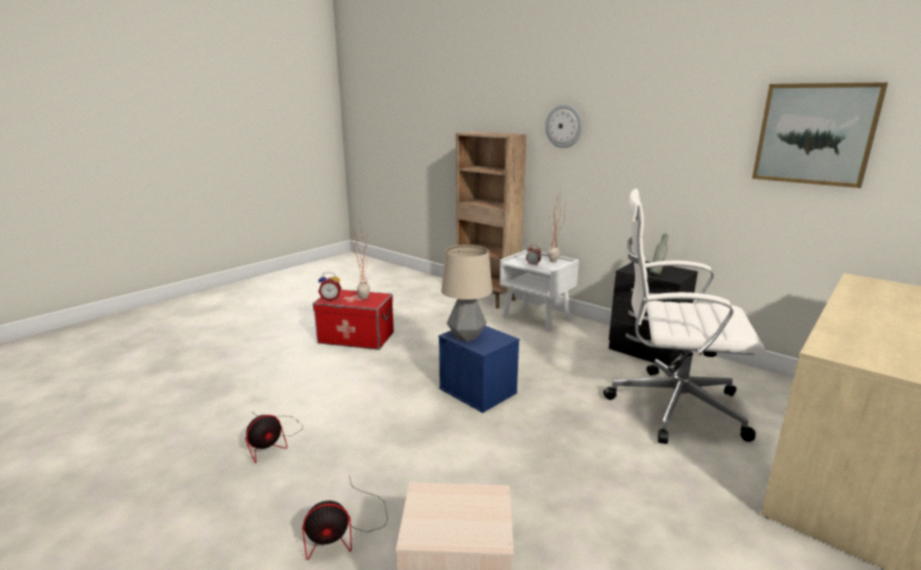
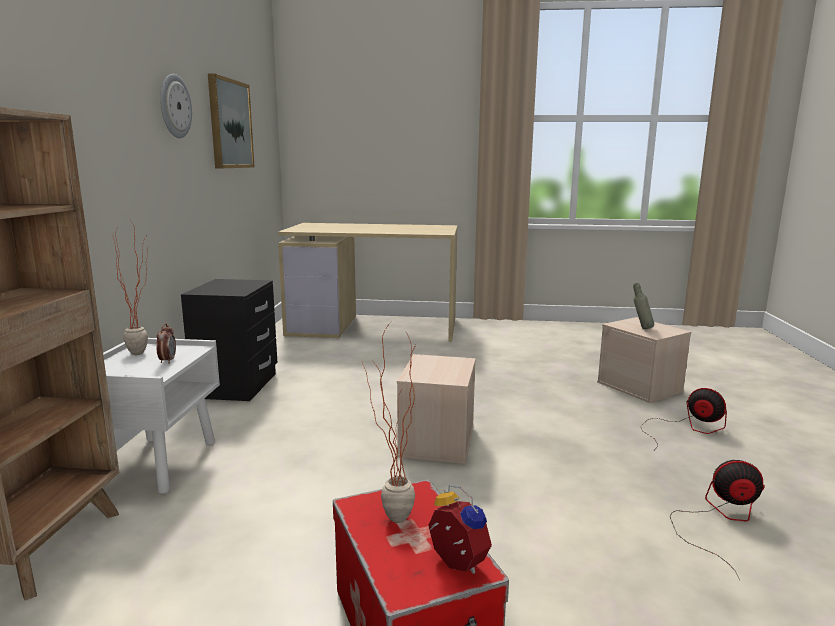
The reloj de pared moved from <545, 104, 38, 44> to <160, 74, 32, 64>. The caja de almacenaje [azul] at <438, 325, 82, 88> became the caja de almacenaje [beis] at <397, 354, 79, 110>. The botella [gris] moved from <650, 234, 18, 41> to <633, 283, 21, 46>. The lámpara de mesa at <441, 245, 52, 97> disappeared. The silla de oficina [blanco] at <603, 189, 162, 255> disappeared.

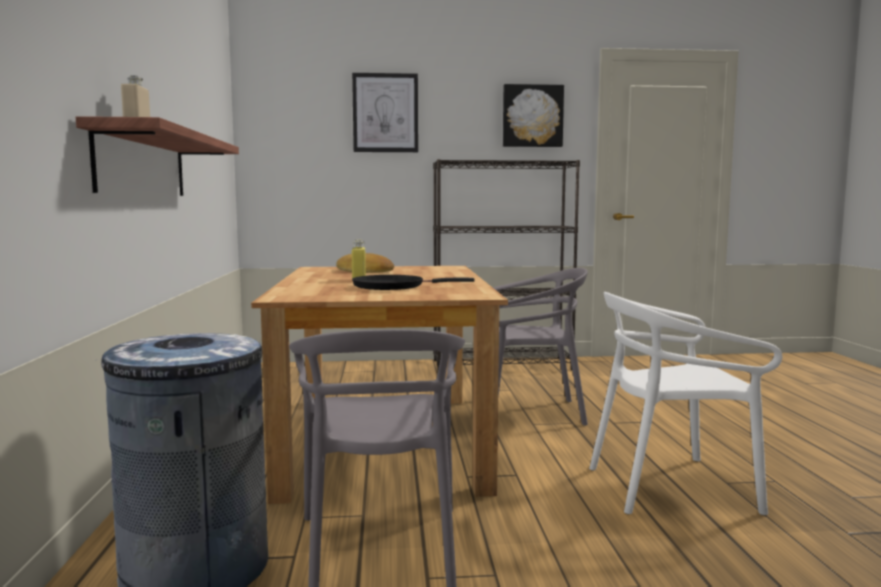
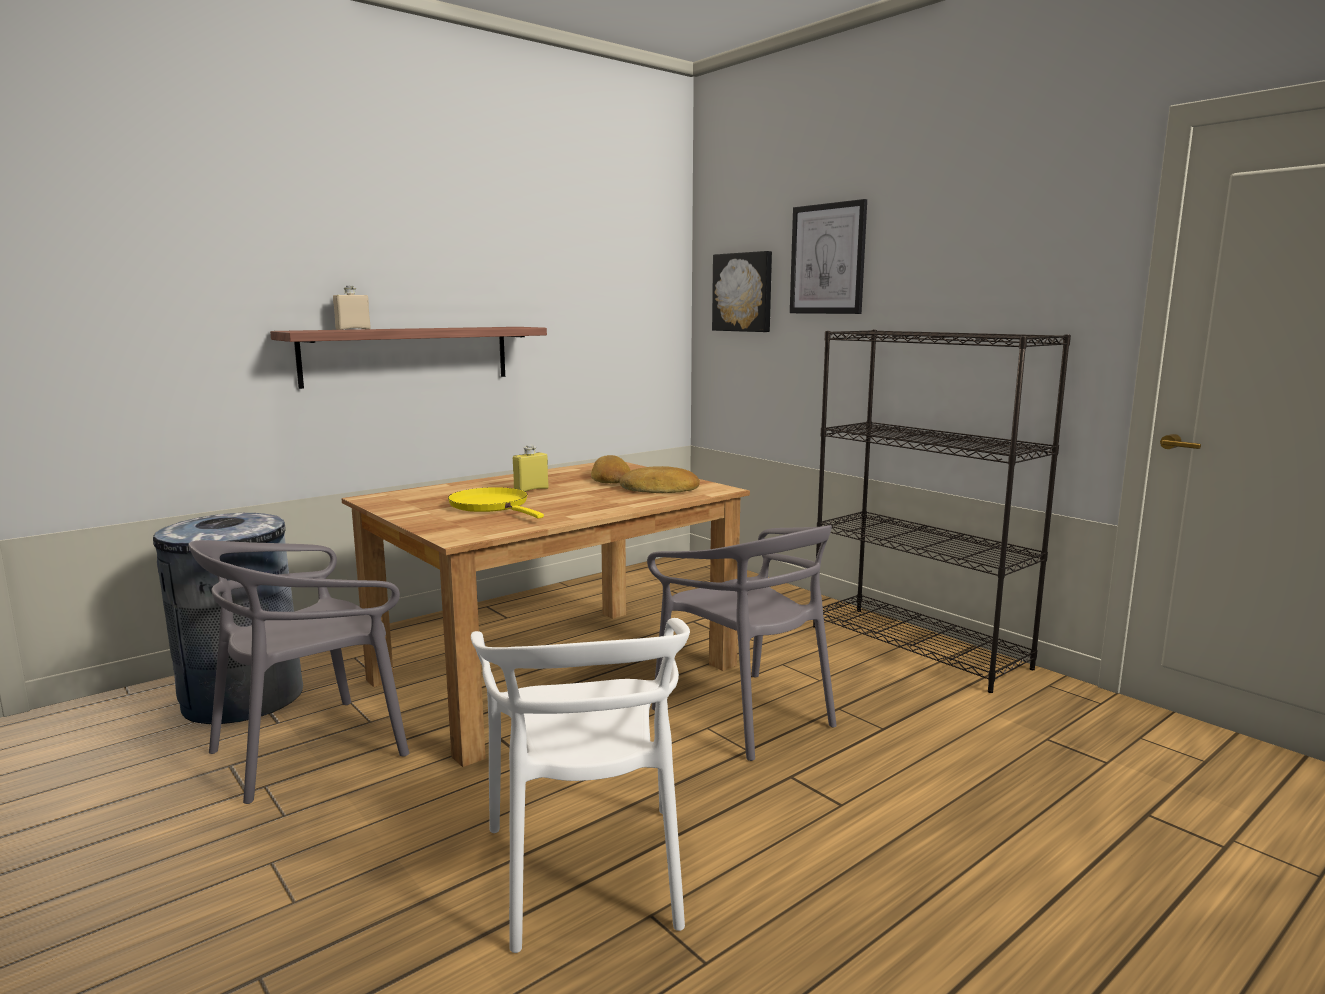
The sartén [negro] at <352, 275, 123, 15> became the sartén [amarillo] at <448, 487, 96, 31>. The silla [blanco] at <589, 292, 193, 223> turned 150 degrees counterclockwise. The pan at <619, 466, 81, 27> appeared. The cuadro moved from <503, 84, 61, 63> to <712, 251, 60, 81>.

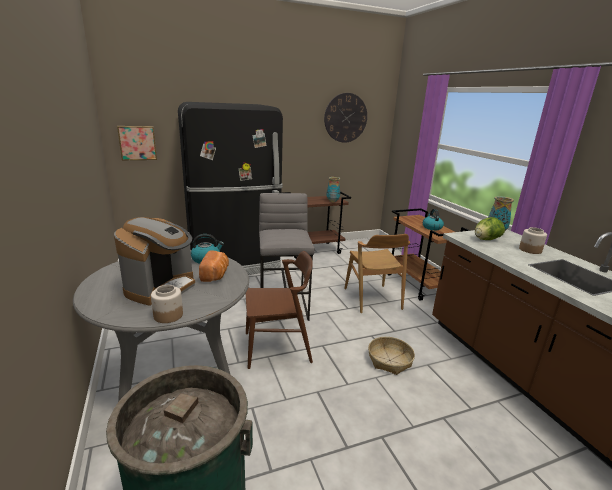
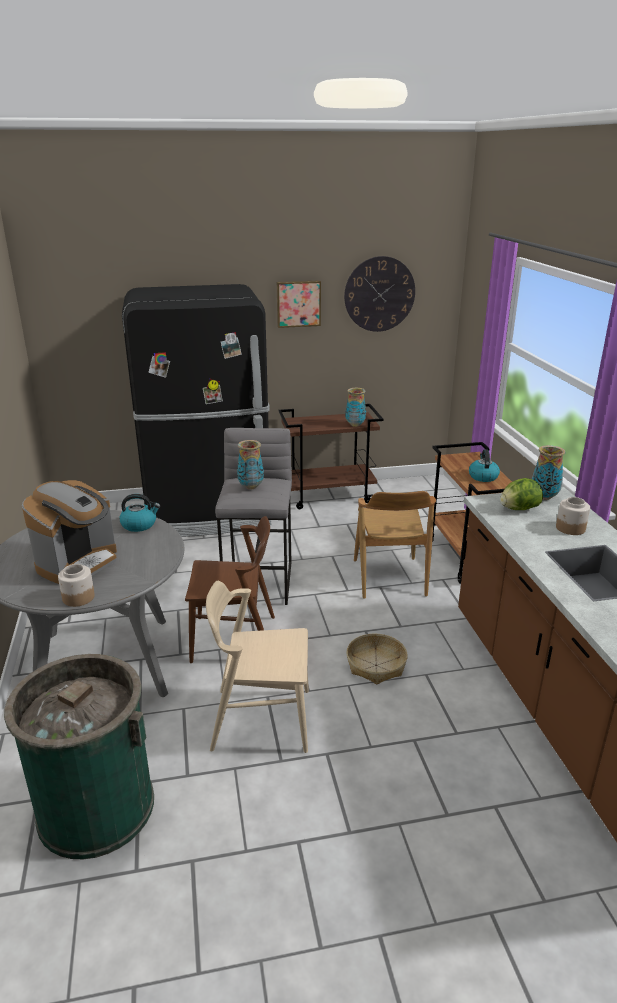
The silla [beis] at <206, 581, 103, 172> appeared. The florero at <237, 440, 27, 49> appeared. The cuadro moved from <117, 126, 40, 34> to <277, 280, 44, 48>. The pan at <199, 250, 30, 32> disappeared.

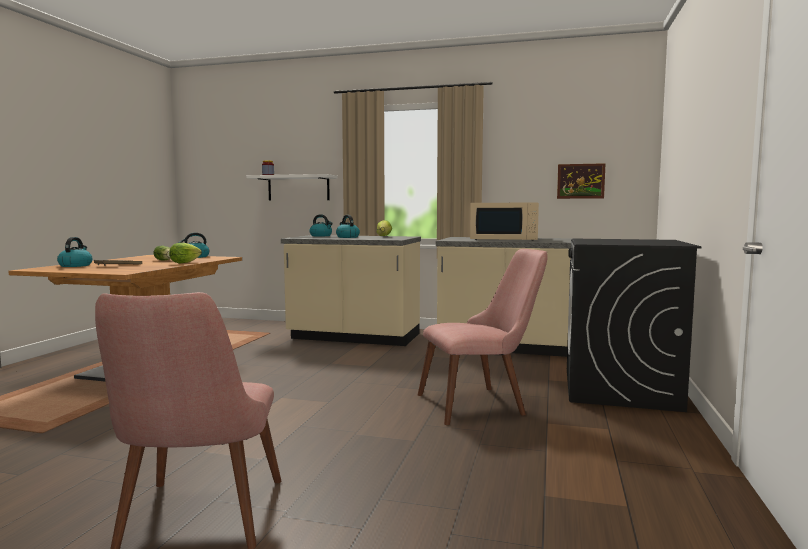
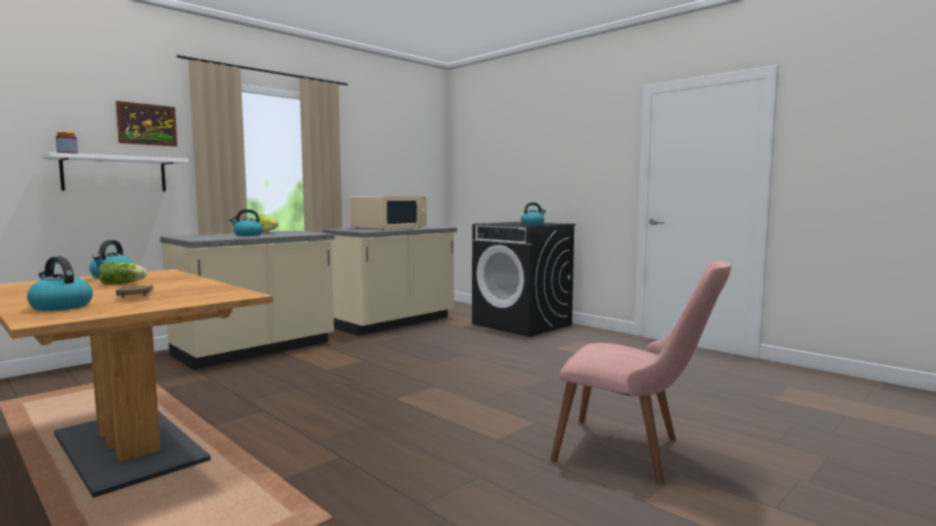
The cuadro moved from <557, 163, 49, 36> to <116, 101, 61, 46>. The hervidor moved from <309, 214, 24, 22> to <521, 202, 25, 23>. The lechuga at <169, 243, 33, 20> disappeared. The silla [rosa] at <418, 249, 130, 176> disappeared.

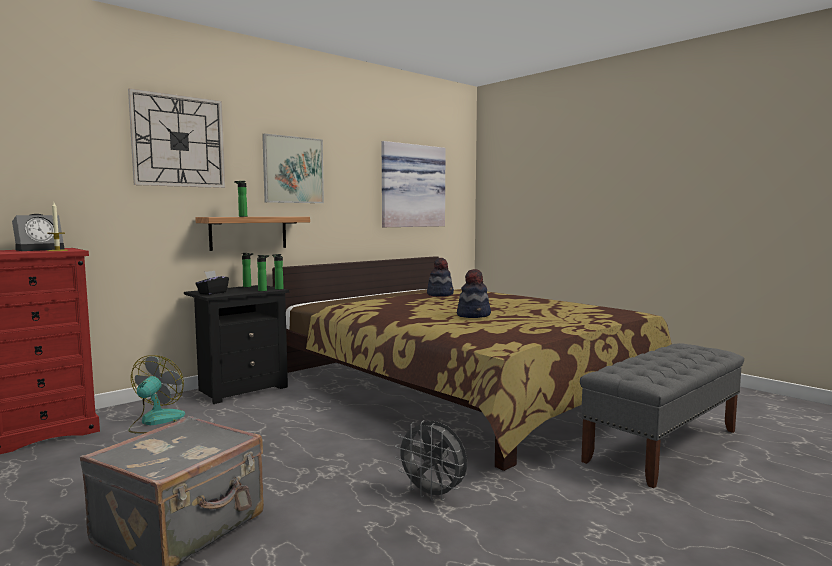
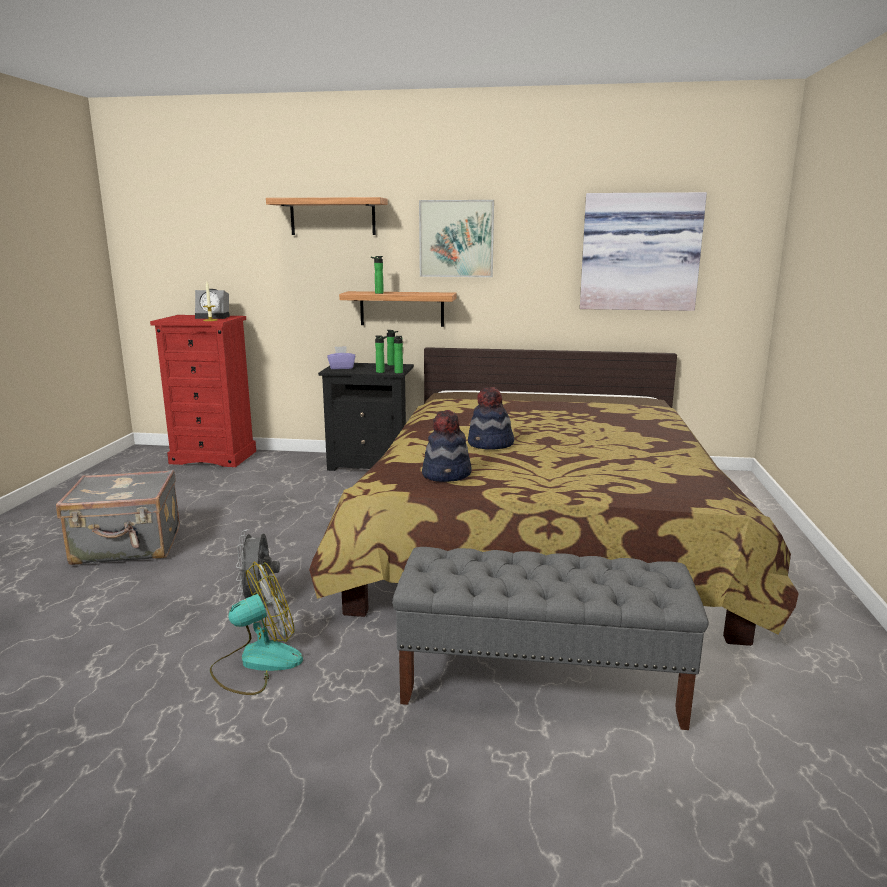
The ventilador moved from <128, 355, 57, 79> to <210, 562, 93, 133>. The reloj de pared at <128, 88, 97, 100> was replaced by the estante at <266, 197, 122, 38>. The caja de pañuelos [negro] at <195, 271, 34, 24> became the caja de pañuelos [morado] at <327, 346, 28, 23>. The sombrero moved from <427, 258, 27, 38> to <422, 410, 50, 72>.

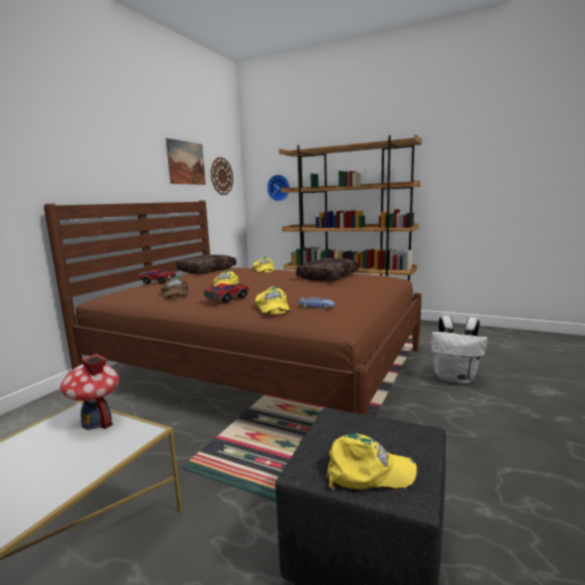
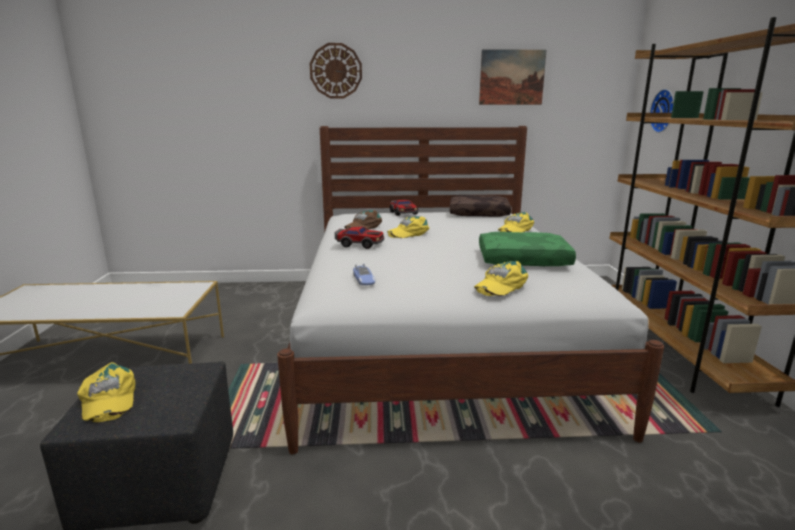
The cama [marrón] at <44, 200, 378, 215> became the cama [blanco] at <277, 126, 387, 328>. The reloj de pared moved from <211, 157, 22, 38> to <310, 43, 52, 56>. The gorra [amarillo] moved from <255, 286, 35, 28> to <474, 261, 54, 35>. The cojín [marrón] at <296, 258, 63, 23> became the cojín [verde] at <479, 232, 97, 34>. The casita at <60, 354, 59, 76> disappeared. The mochila [blanco] at <431, 315, 57, 69> disappeared.

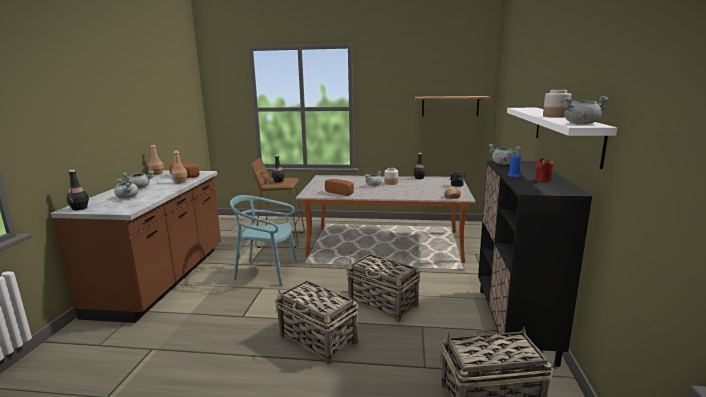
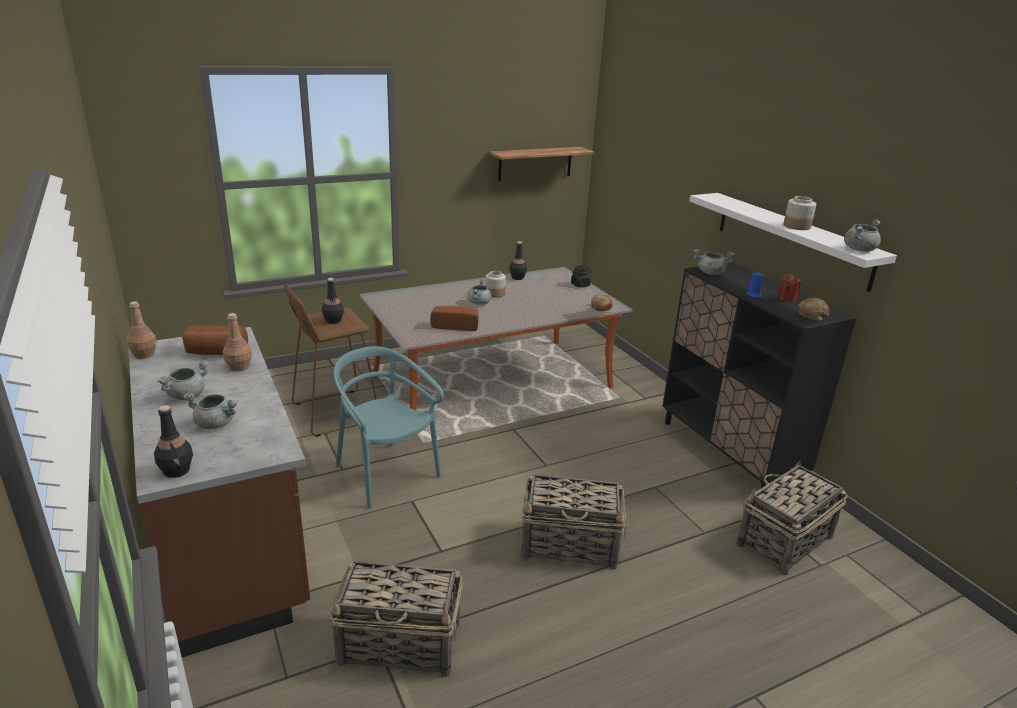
The cesta moved from <346, 254, 74, 68> to <329, 561, 134, 116>. The silla [turquesa] at <230, 195, 67, 91> turned 75 degrees clockwise. The pan at <798, 298, 32, 22> appeared.

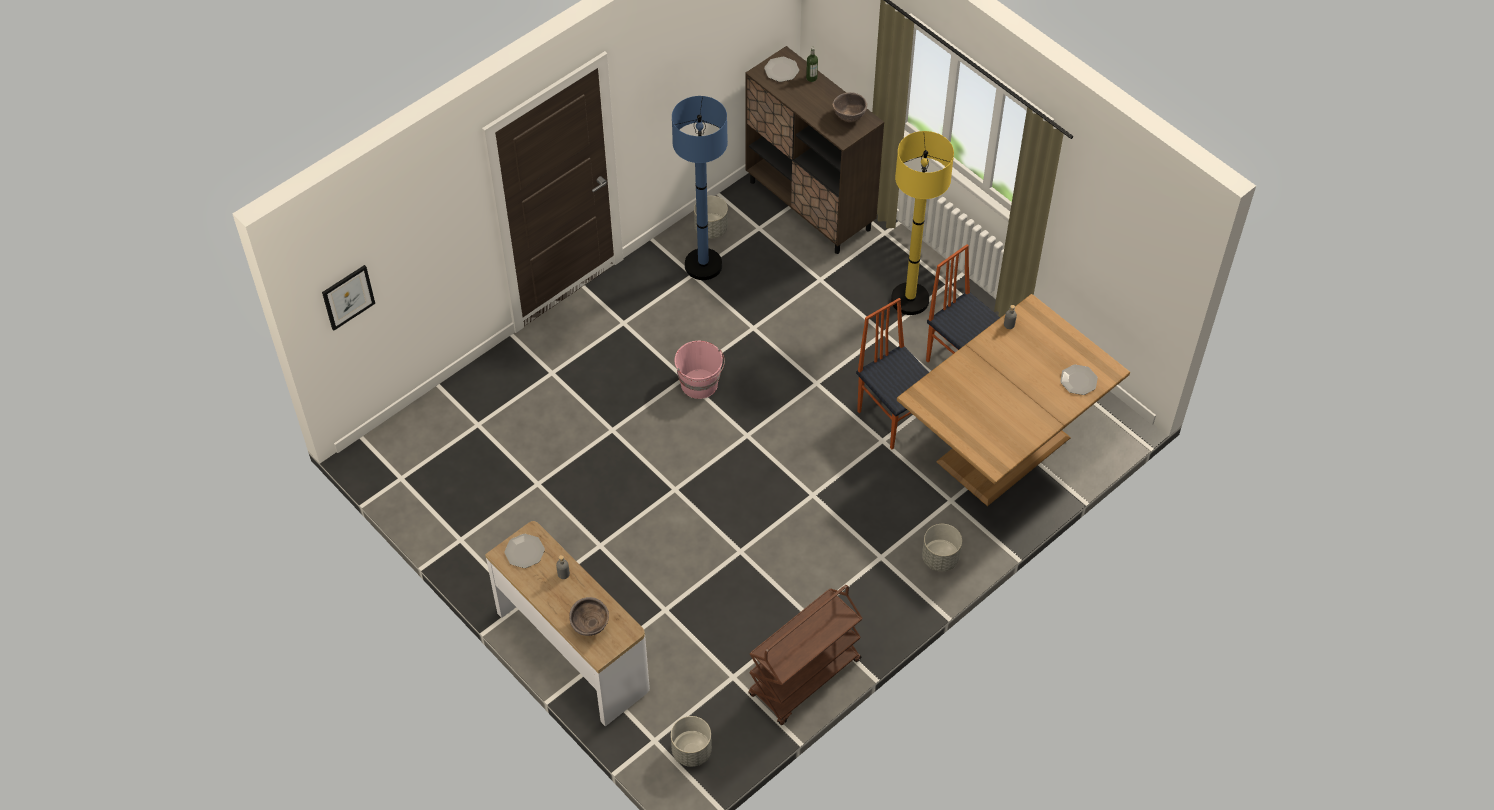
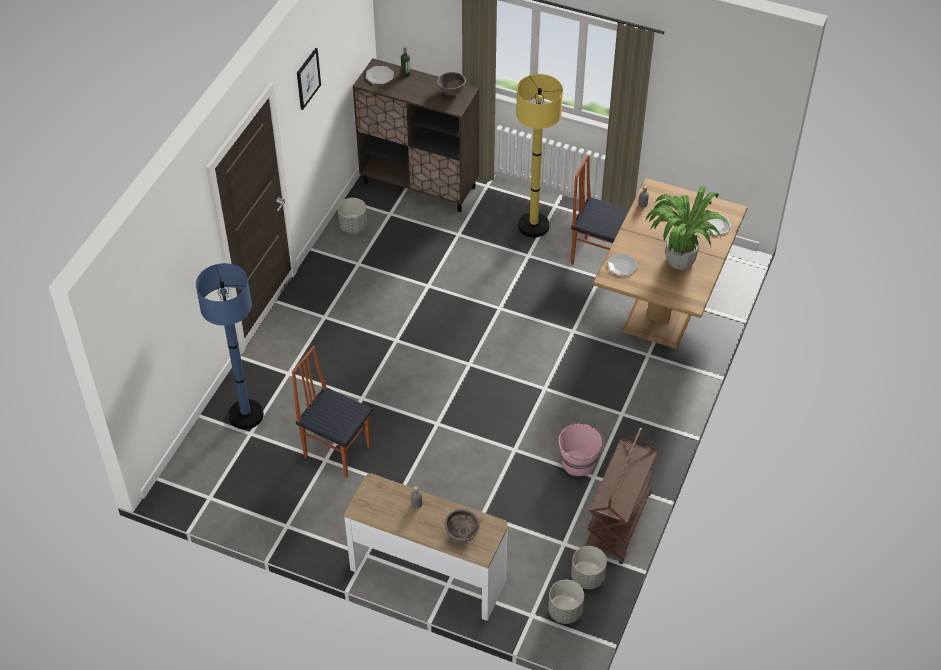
The lámpara de pie [azul] moved from <672, 96, 56, 184> to <196, 263, 68, 166>. The silla moved from <856, 298, 73, 151> to <292, 346, 81, 132>. The cuadro moved from <322, 265, 53, 65> to <297, 48, 24, 62>. The cubo [rosa] moved from <674, 341, 51, 58> to <559, 424, 45, 52>. The maceta [gris] moved from <922, 524, 40, 47> to <571, 546, 36, 43>. The plato moved from <504, 534, 41, 34> to <607, 254, 31, 22>. The planta en maceta at <646, 186, 83, 84> appeared.

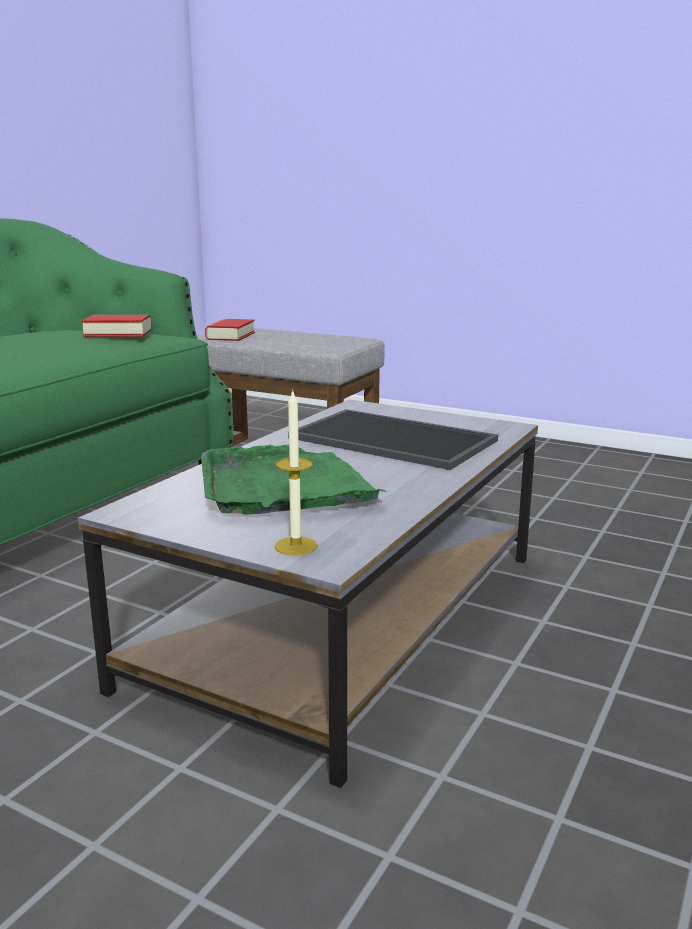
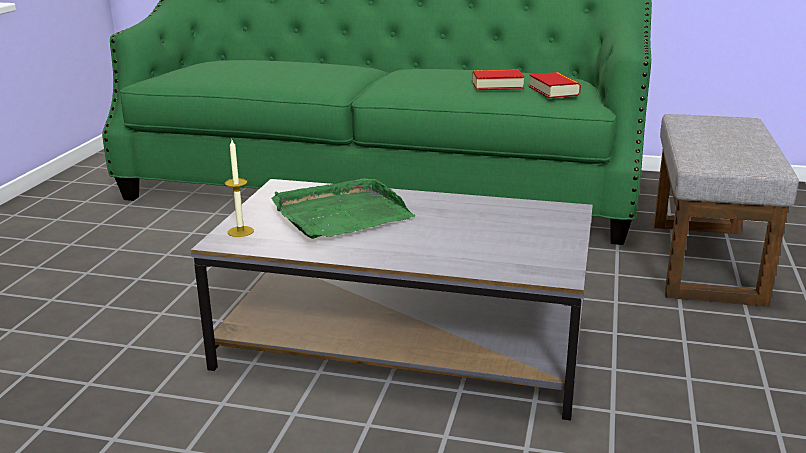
The libro moved from <205, 319, 50, 22> to <472, 69, 52, 21>. The bandeja at <288, 409, 210, 61> disappeared.

